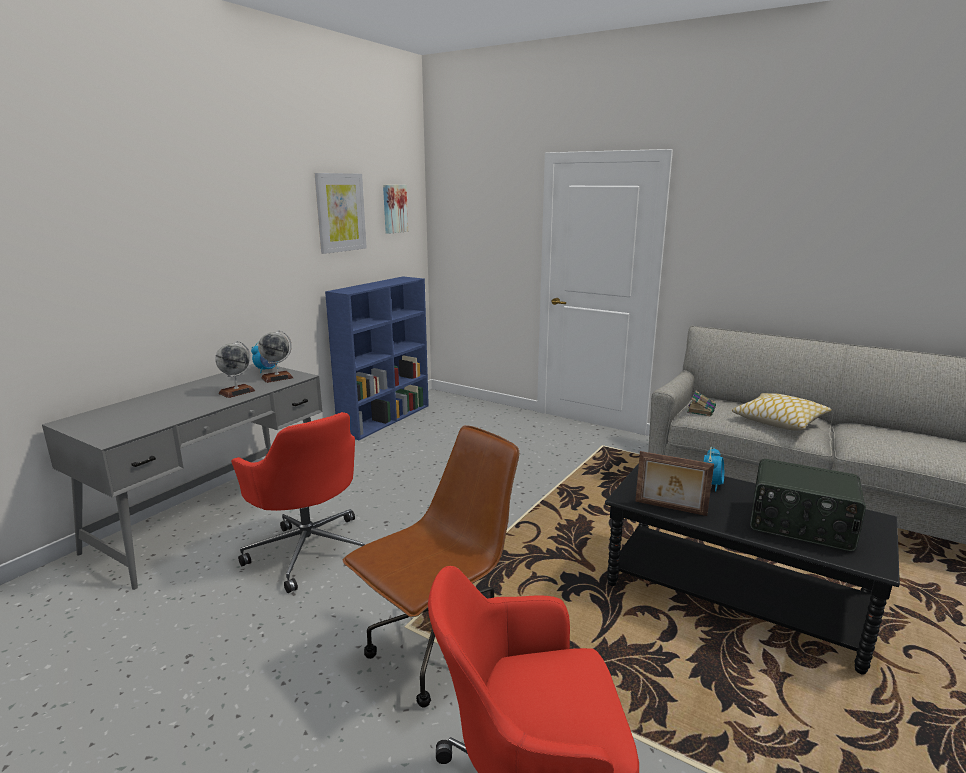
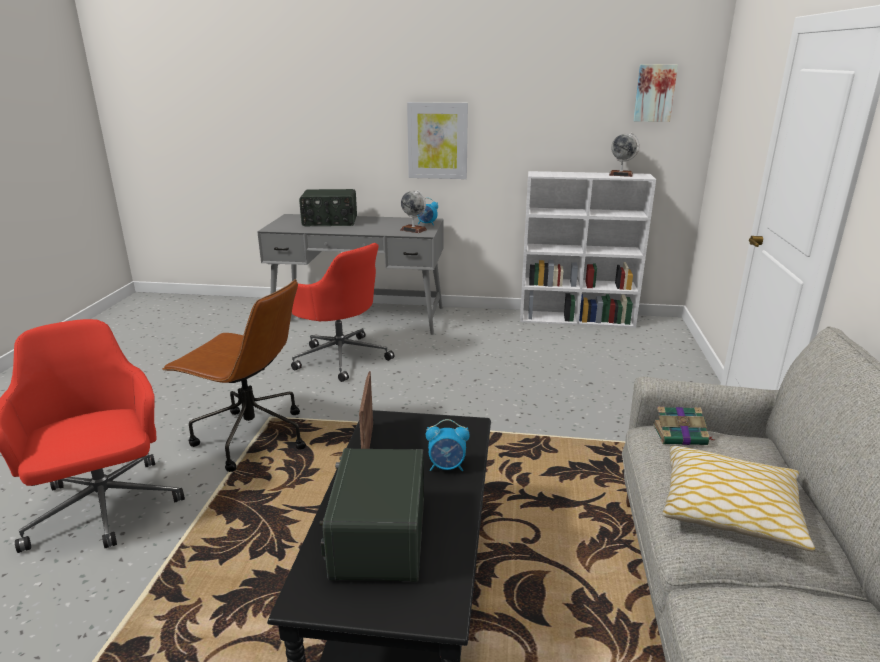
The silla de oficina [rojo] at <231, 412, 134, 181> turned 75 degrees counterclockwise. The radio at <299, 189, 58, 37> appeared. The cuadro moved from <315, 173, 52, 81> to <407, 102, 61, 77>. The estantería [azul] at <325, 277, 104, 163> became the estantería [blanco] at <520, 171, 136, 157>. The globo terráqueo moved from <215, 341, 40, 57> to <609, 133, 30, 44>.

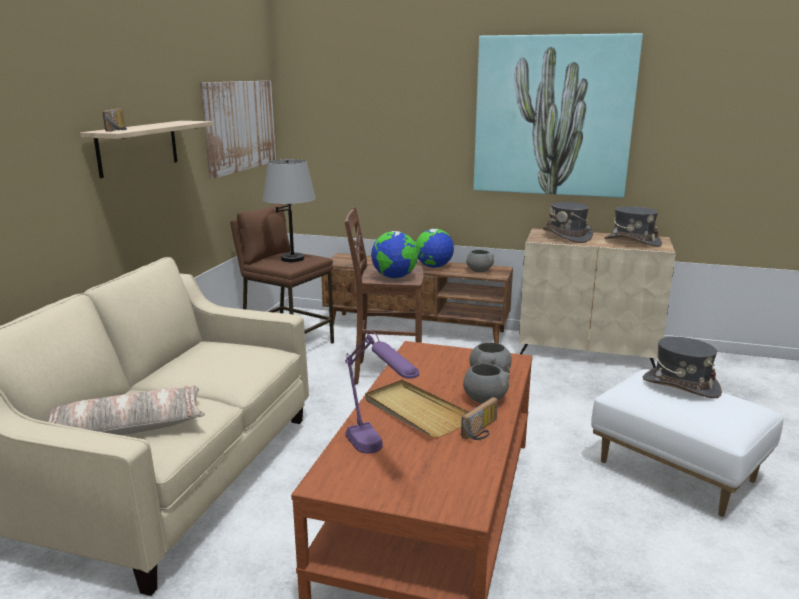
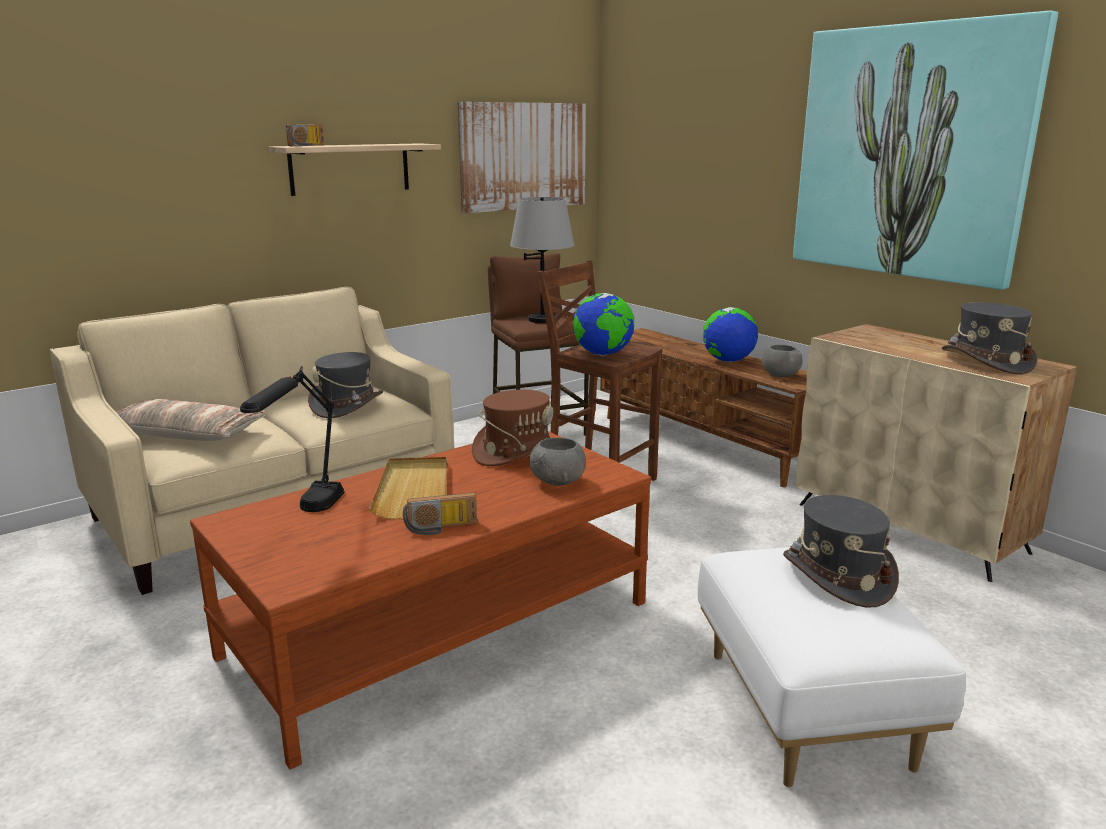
The lámpara de mesa [morado] at <345, 330, 74, 123> became the lámpara de mesa [negro] at <240, 366, 105, 146>. The sombrero [gris] moved from <543, 202, 50, 41> to <308, 352, 75, 66>. The sombrero [marrón] at <472, 390, 81, 76> appeared. The cuenco [gris] at <463, 364, 47, 39> disappeared.

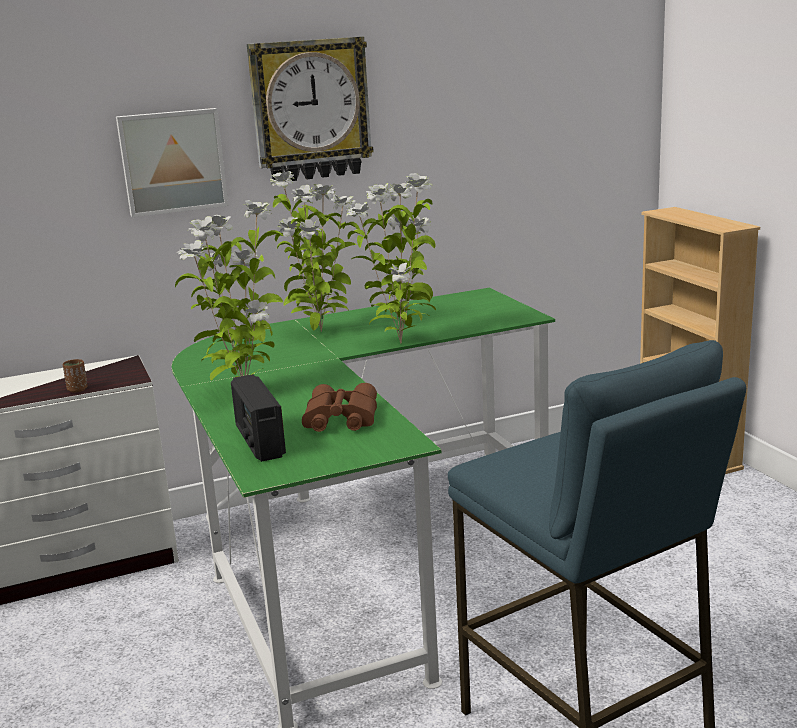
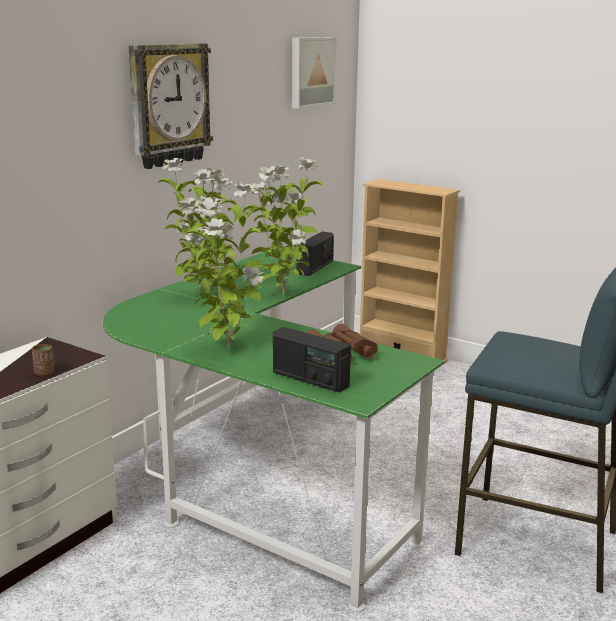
The cuadro moved from <116, 108, 112, 109> to <292, 37, 45, 72>. The radio at <296, 232, 38, 44> appeared.

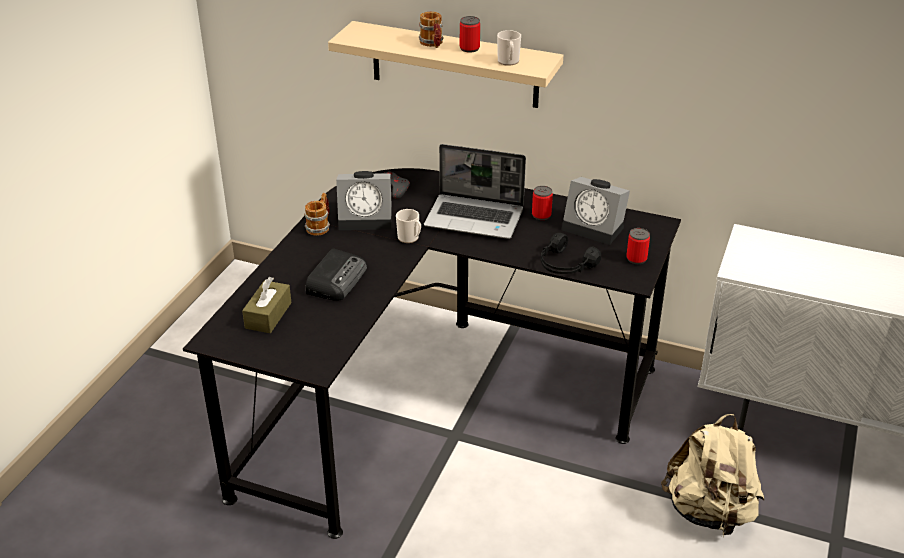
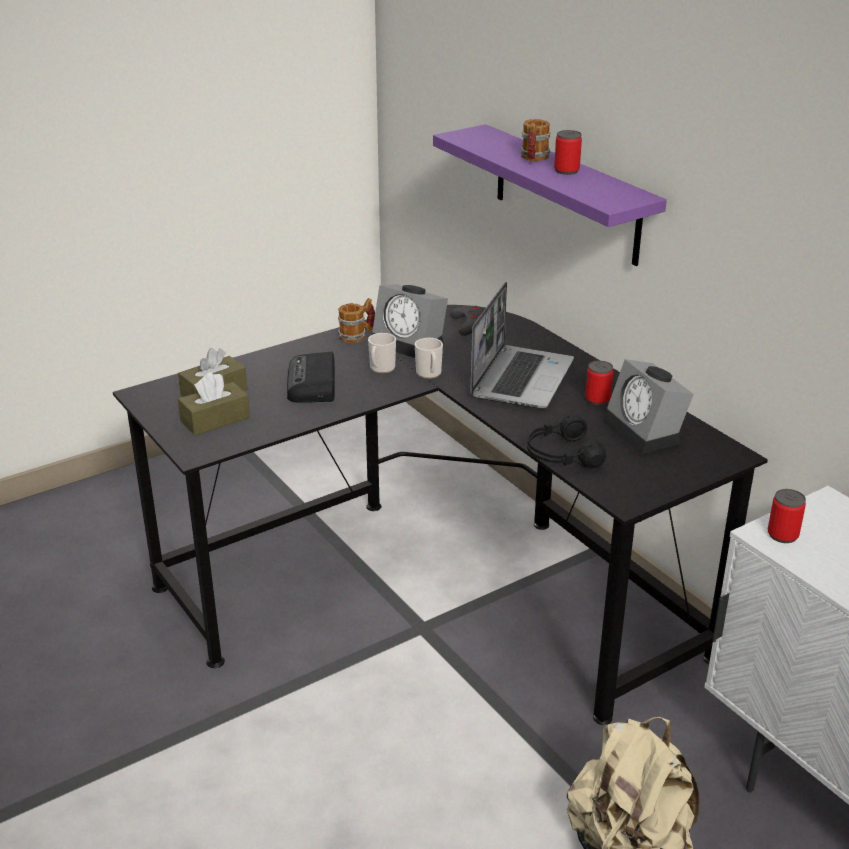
The caja de pañuelos [marrón] at <178, 372, 72, 64> appeared. The radio at <306, 248, 61, 53> turned 120 degrees clockwise. The taza grande moved from <497, 30, 24, 36> to <368, 333, 28, 40>. The estante [beis] at <328, 21, 235, 87> became the estante [morado] at <433, 124, 234, 142>. The portátil at <424, 144, 102, 95> turned 120 degrees counterclockwise. The lata moved from <626, 228, 24, 36> to <768, 489, 38, 54>.

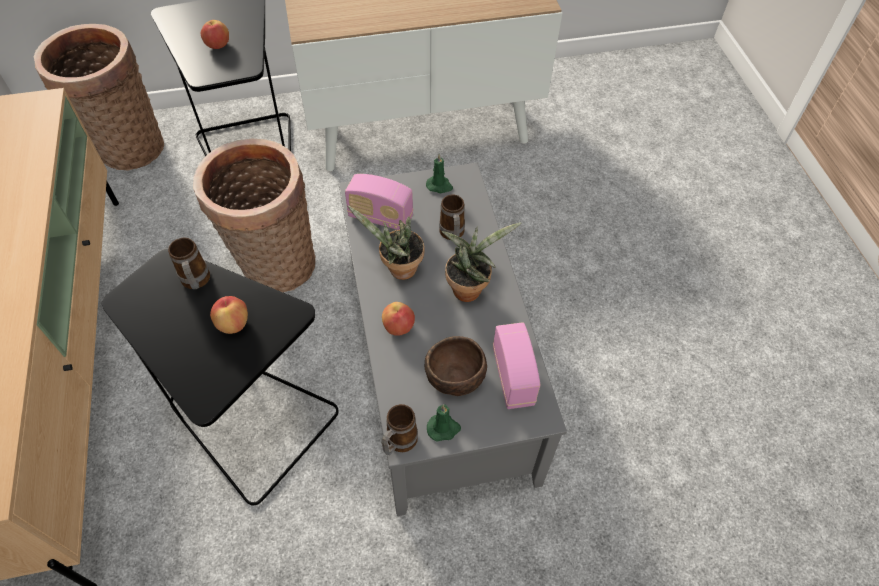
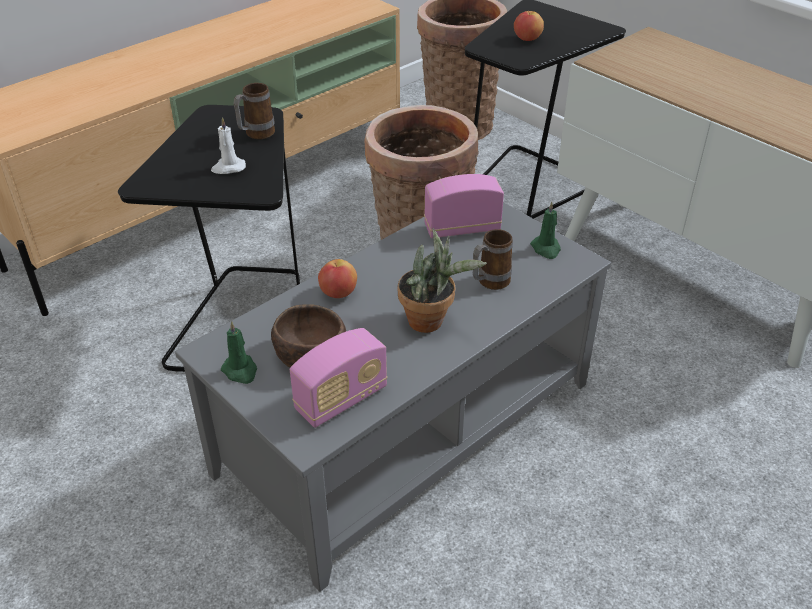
The manzana at <210, 296, 38, 38> was replaced by the vela [blanco] at <211, 117, 35, 57>. The radio at <345, 174, 68, 56> turned 90 degrees clockwise. The planta en maceta at <348, 206, 76, 74> disappeared. The taza grande at <381, 404, 37, 51> disappeared.

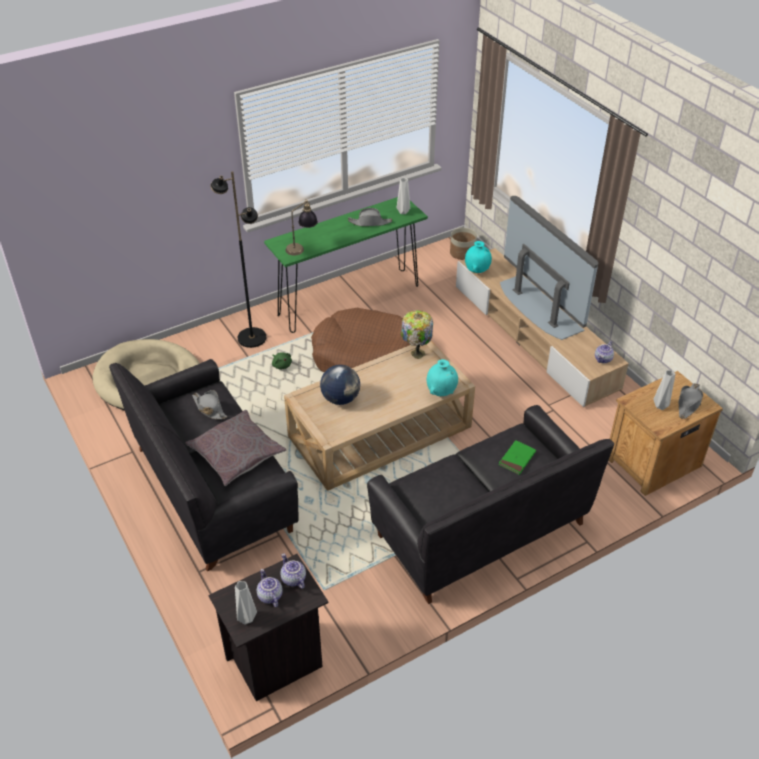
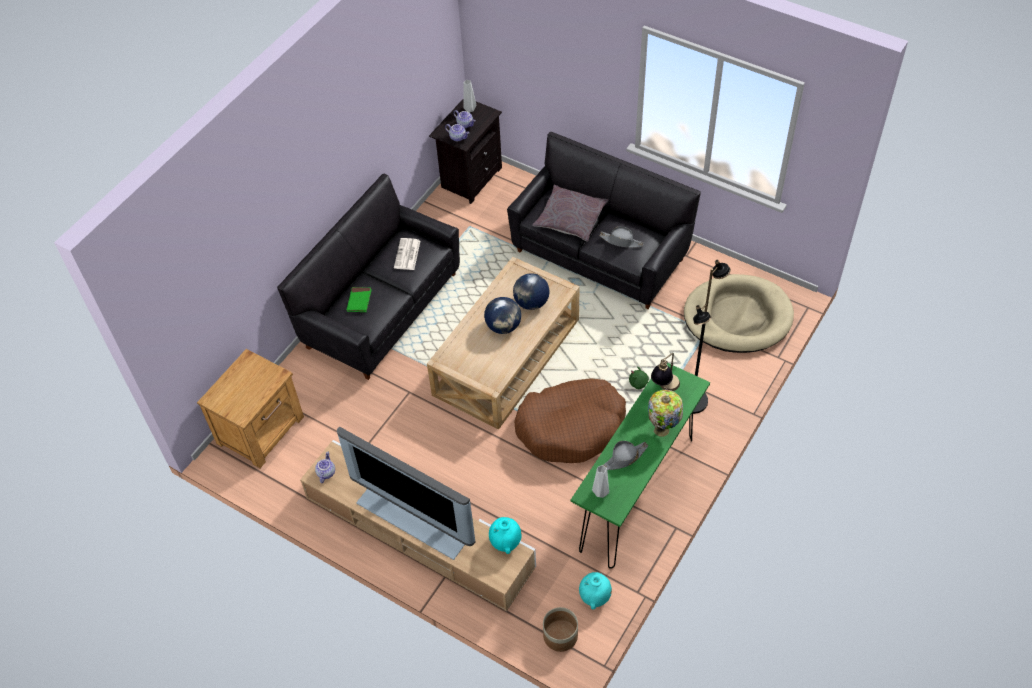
The periódico at <394, 238, 26, 32> appeared. The globo terráqueo at <484, 297, 37, 37> appeared. The florero [turquesa] moved from <427, 359, 31, 37> to <579, 572, 33, 38>. The lámpara de mesa moved from <401, 310, 32, 49> to <648, 390, 35, 47>. The florero [gris] at <653, 370, 22, 40> disappeared. The sombrero [gris] at <679, 383, 24, 36> disappeared.

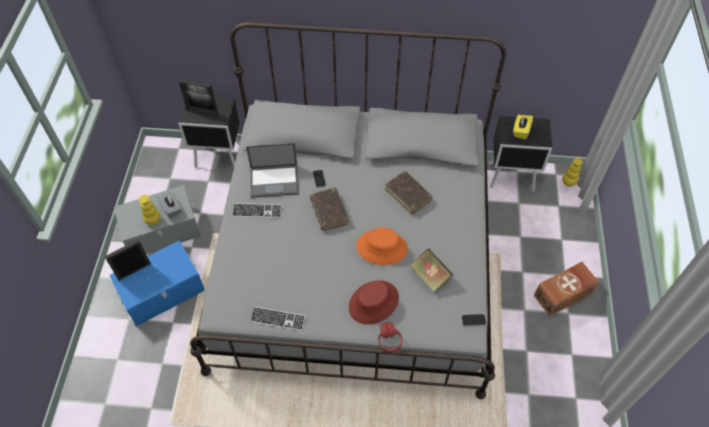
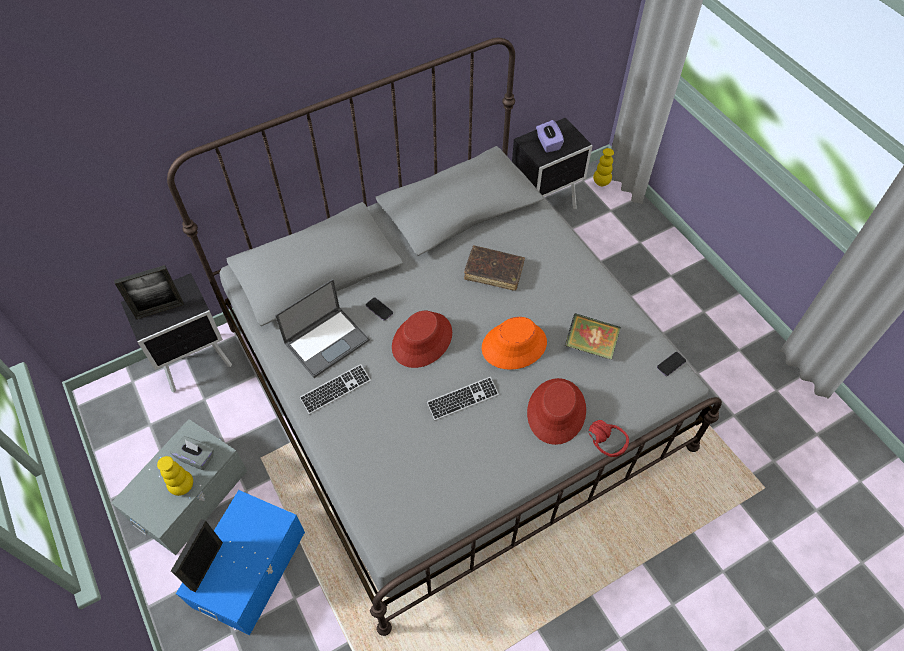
The libro [marrón] at <310, 188, 39, 42> was replaced by the sombrero [rojo] at <392, 311, 60, 57>. The teclado moved from <250, 306, 56, 25> to <426, 377, 73, 44>. The caja de pañuelos [amarillo] at <513, 115, 20, 24> became the caja de pañuelos [morado] at <536, 120, 28, 33>. The caja de almacenaje [marrón] at <534, 262, 65, 55> disappeared.

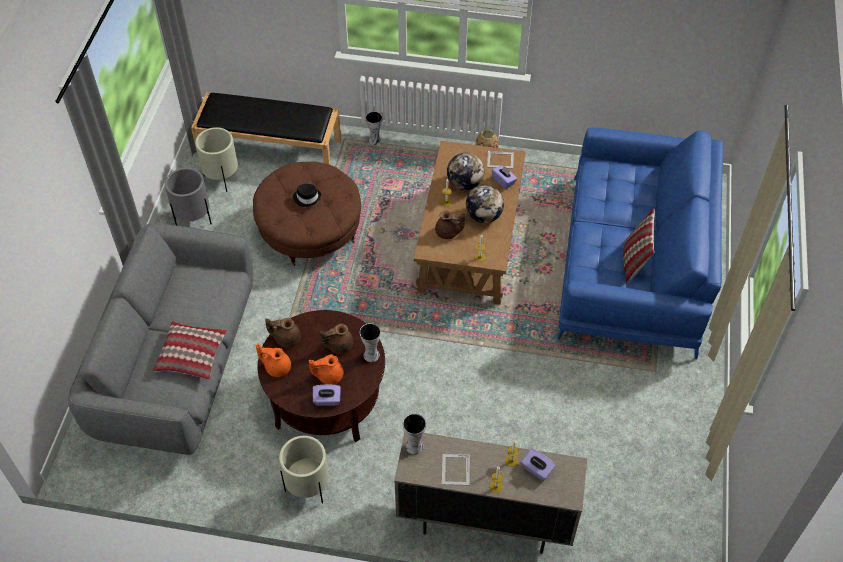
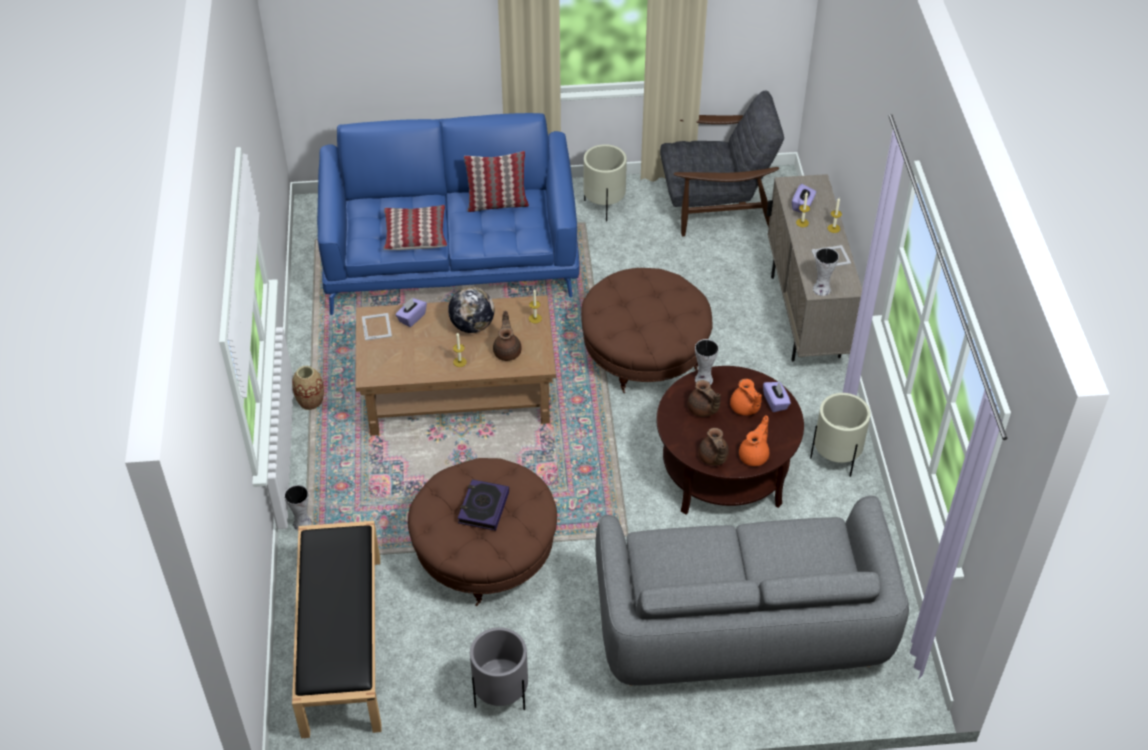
The cojín moved from <153, 321, 74, 58> to <383, 205, 64, 45>. The sombrero [negro] at <293, 184, 28, 23> was replaced by the libro at <458, 479, 51, 52>. The puf [marrón] at <581, 268, 132, 125> appeared. The maceta [beis] moved from <195, 127, 43, 65> to <584, 144, 43, 78>. The sillón [gris] at <660, 91, 124, 146> appeared. The tetera [naranja] at <256, 344, 35, 33> turned 150 degrees counterclockwise. The globo terráqueo at <447, 153, 37, 37> disappeared.

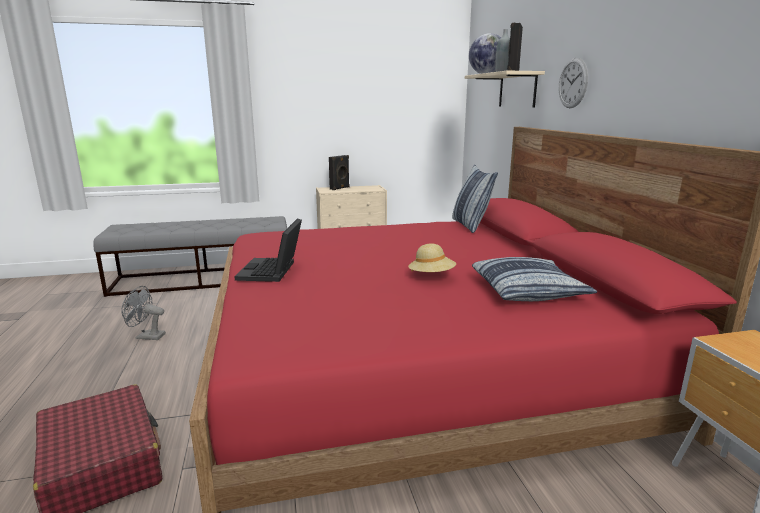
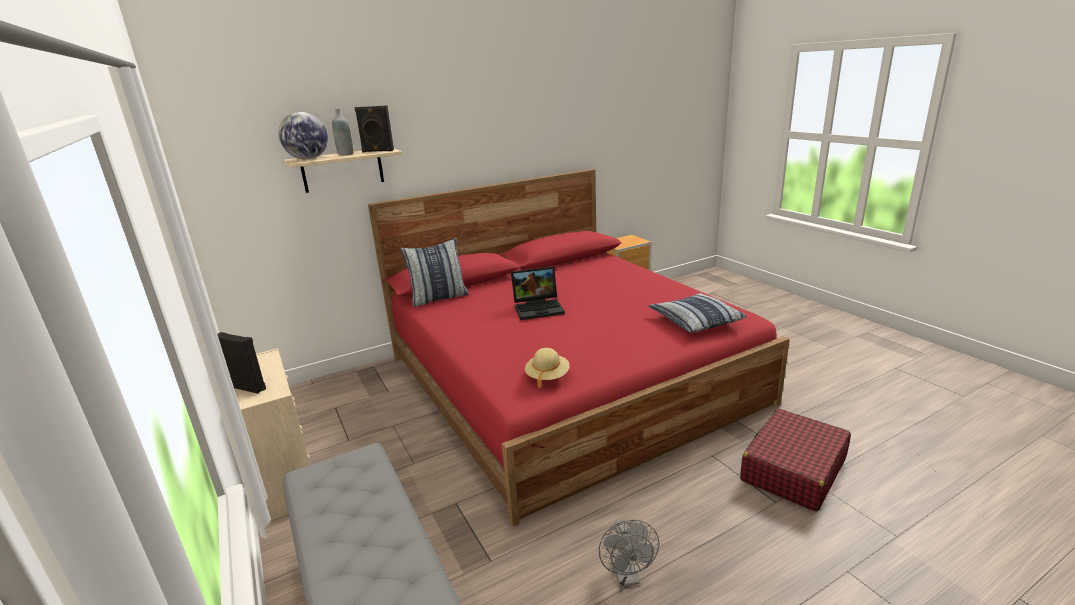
The portátil moved from <234, 218, 68, 64> to <511, 267, 54, 53>. The sombrero [beis] moved from <408, 244, 48, 28> to <525, 348, 45, 40>. The cojín moved from <472, 257, 125, 44> to <649, 293, 98, 40>. The reloj de pared at <559, 58, 29, 50> disappeared.

